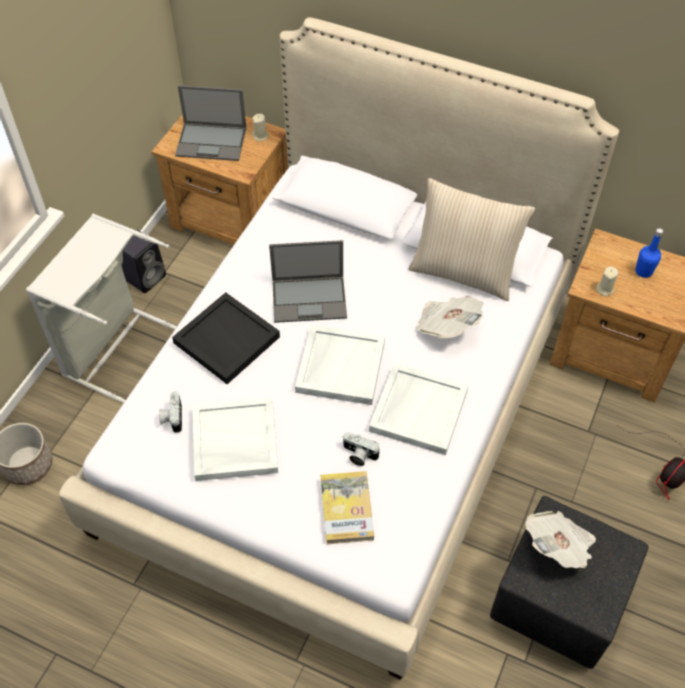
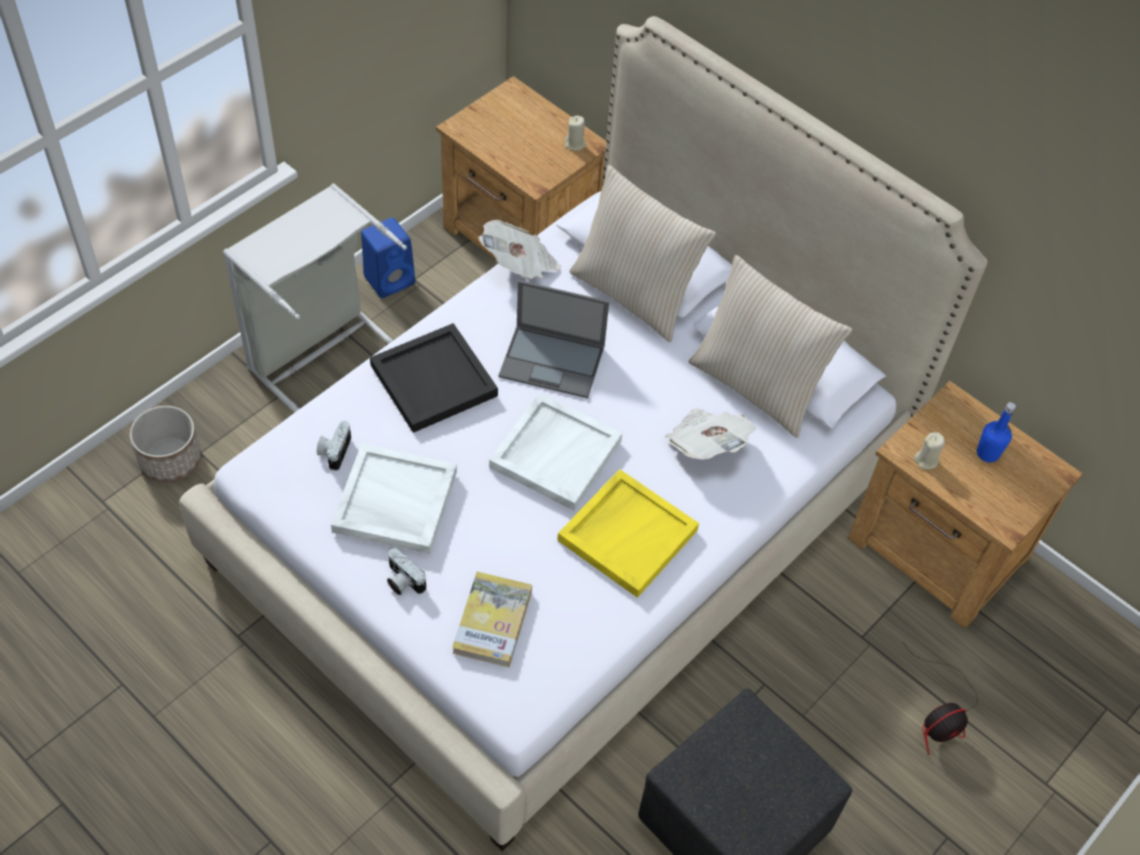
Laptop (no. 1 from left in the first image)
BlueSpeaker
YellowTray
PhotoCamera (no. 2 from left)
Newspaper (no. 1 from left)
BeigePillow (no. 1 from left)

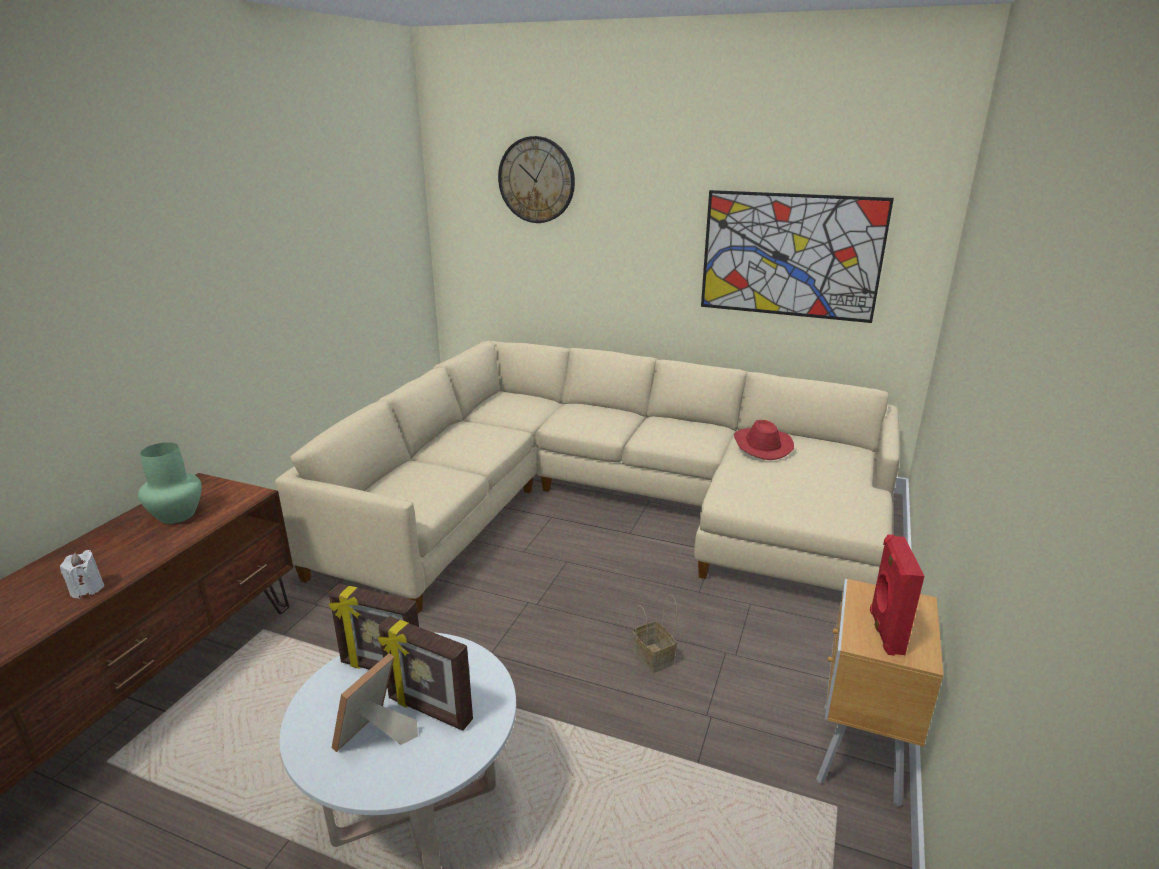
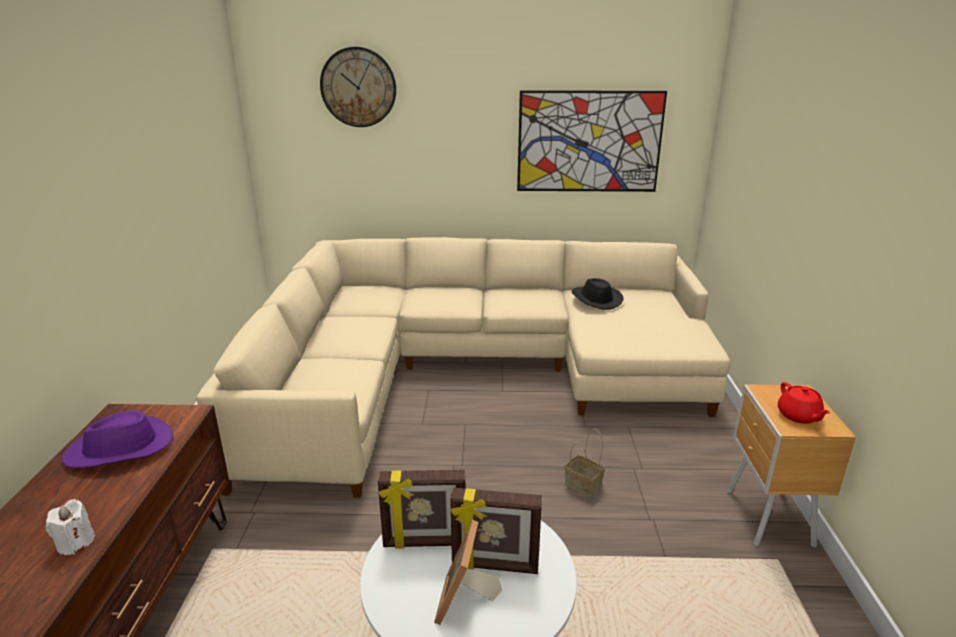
BlackHat
PurpleHat
RedTeapot

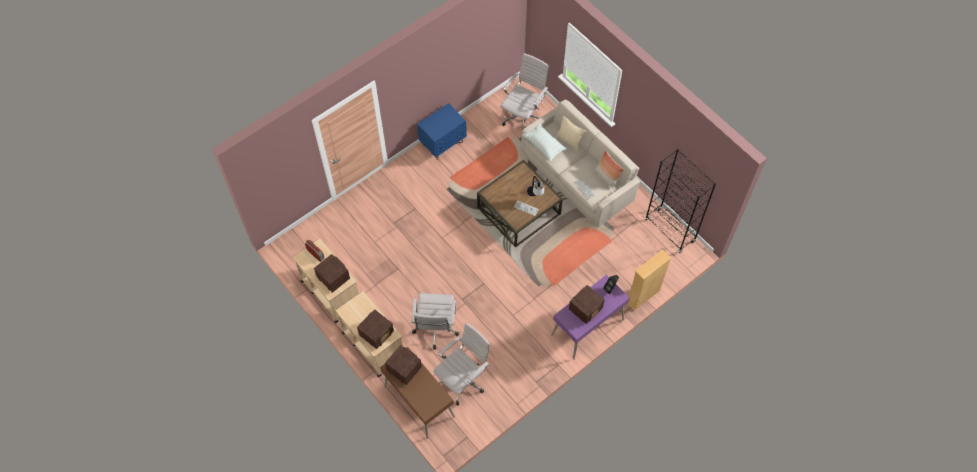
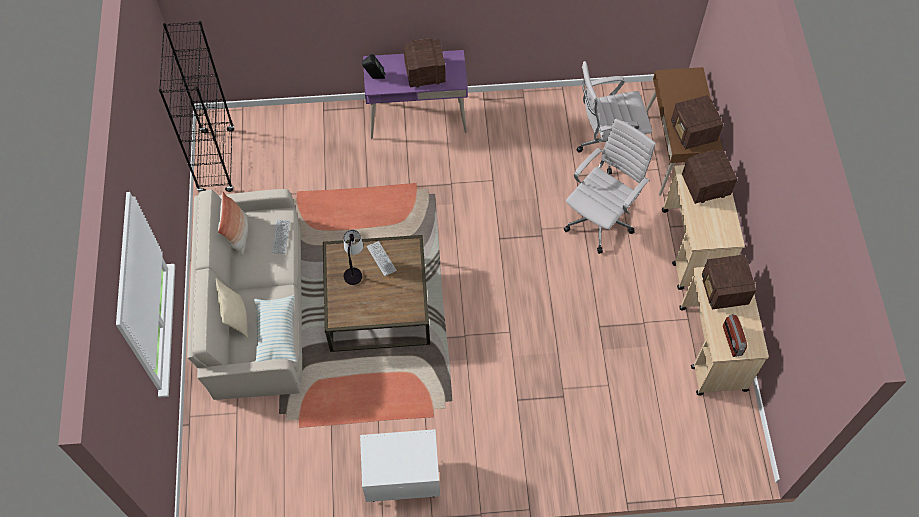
WhiteOfficeChair (no. 3 from left in the first image)
WhiteNightstand
BeigeBookcase

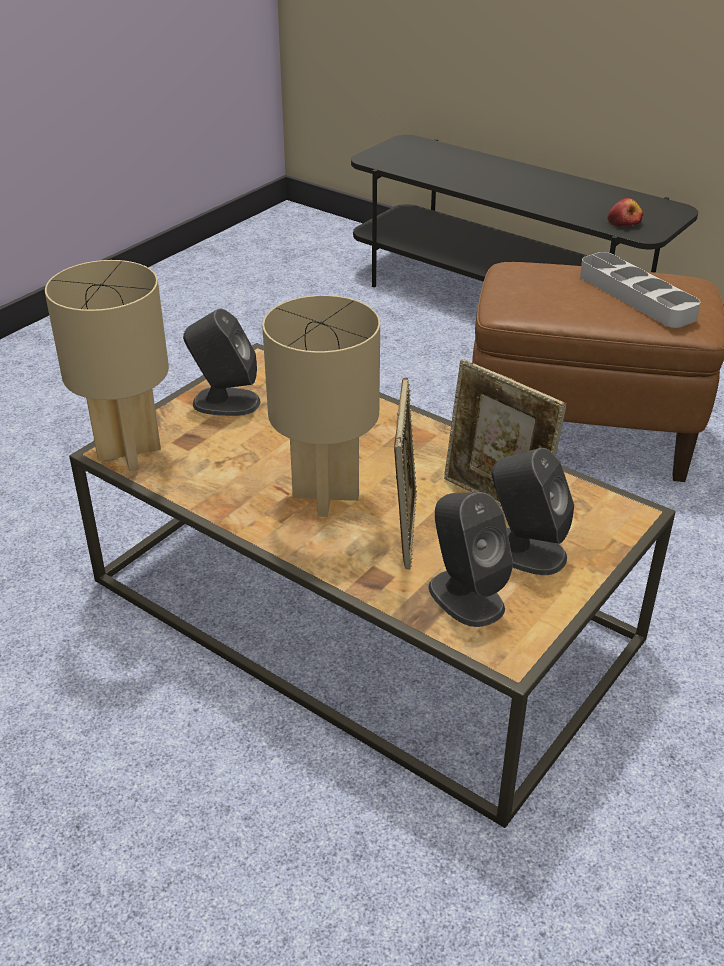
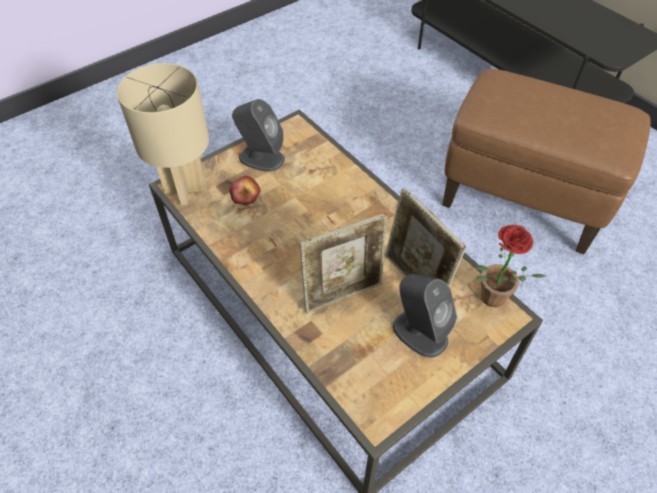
Apple
GreyTray
BeigeTableLamp (no. 2 from left in the first image)
PictureFrame (no. 1 from left)
GreySpeaker (no. 2 from left in the first image)
PottedPlant

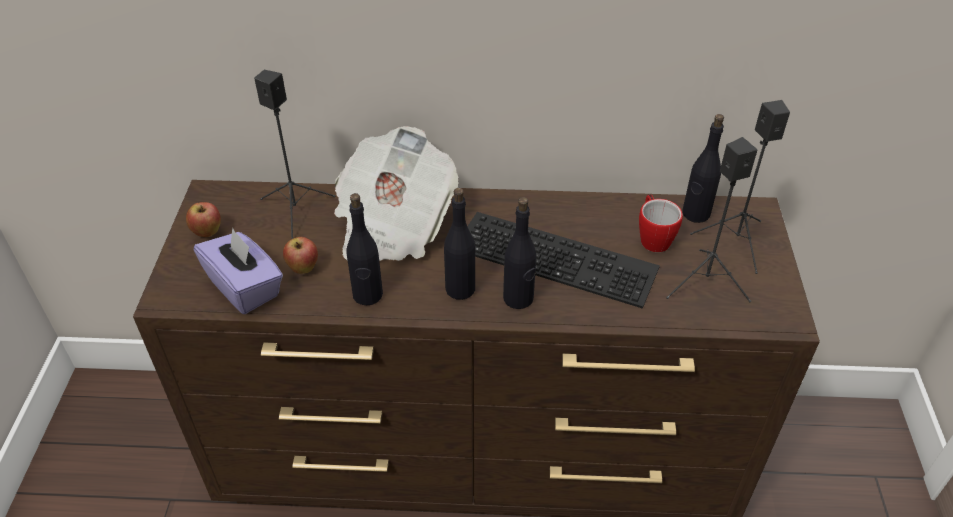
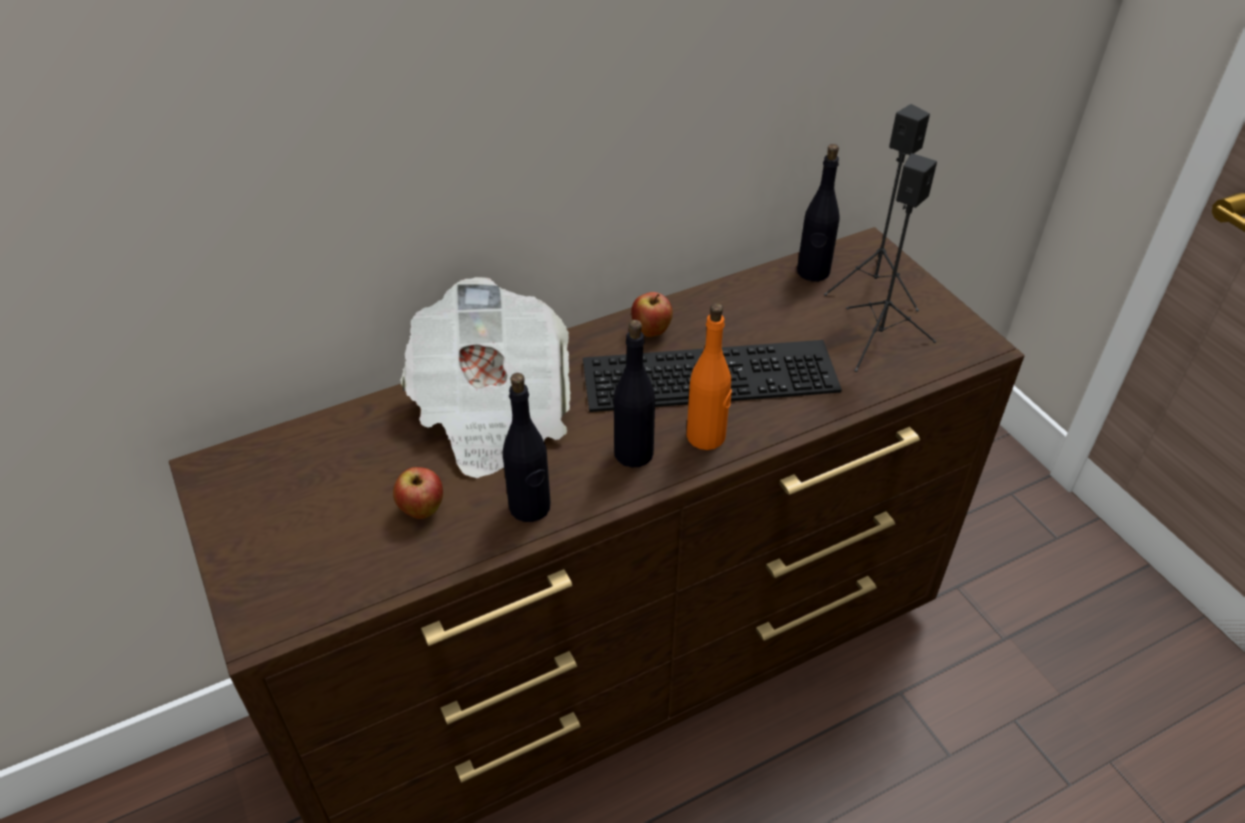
BlackSpeaker (no. 1 from left in the first image)
Mug
OrangeBottle
Apple (no. 2 from left)
PurpleTissueBox

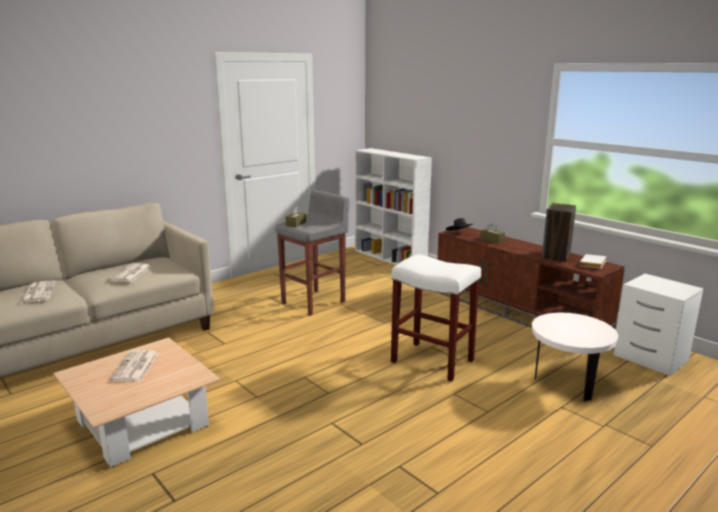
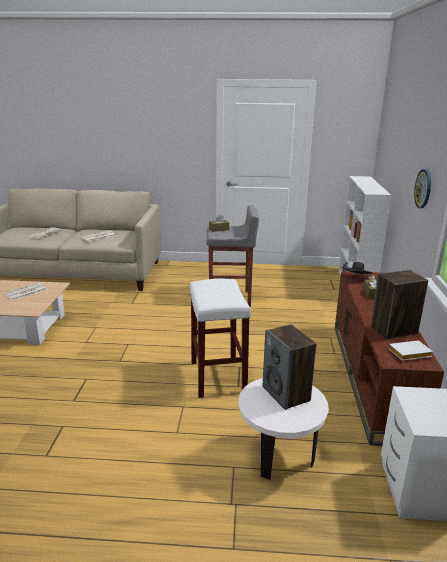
WallClock
Speaker (no. 1 from left)

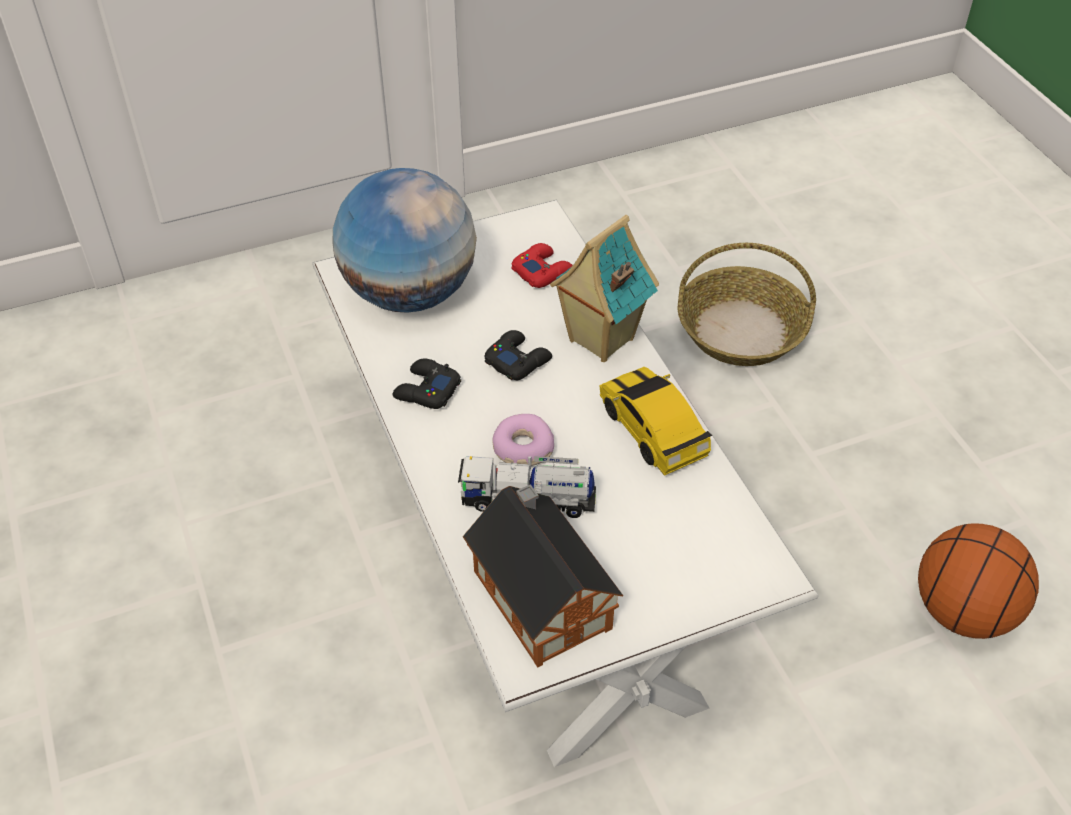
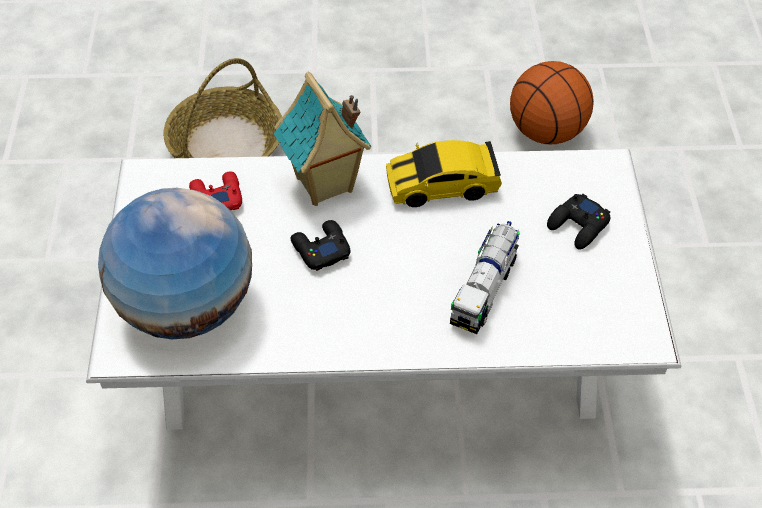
BlackGameController (no. 2 from left)
Donut
ToyHouse (no. 1 from left in the first image)

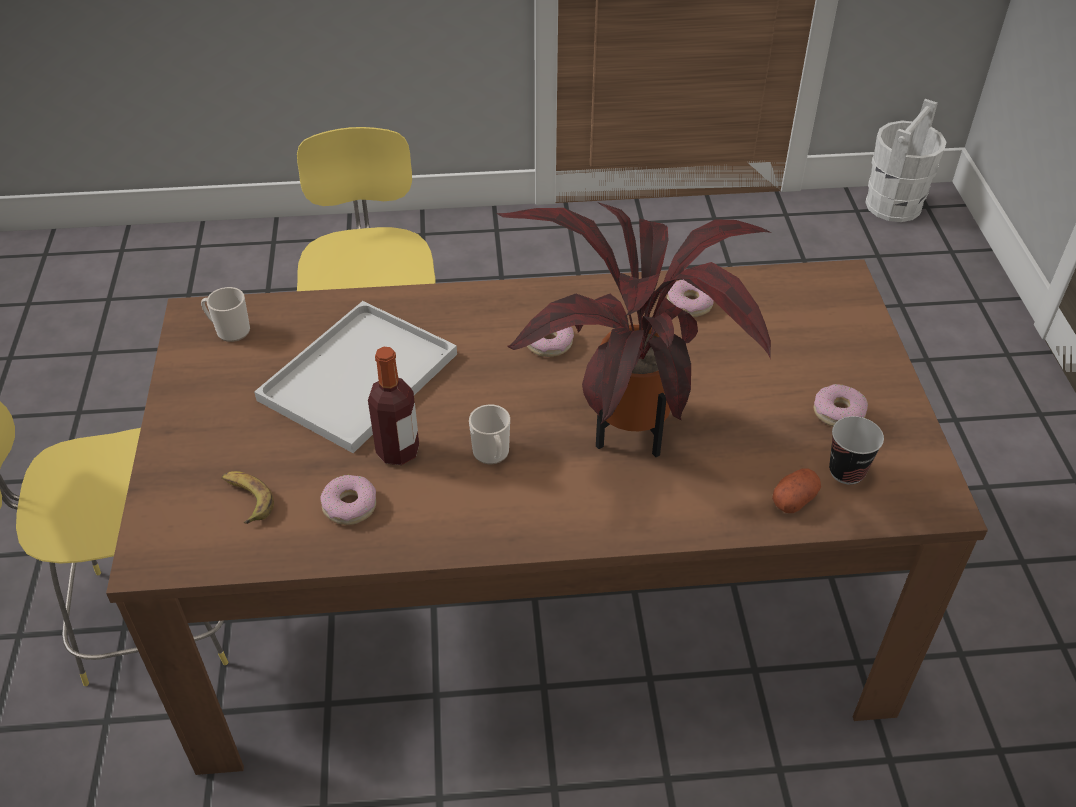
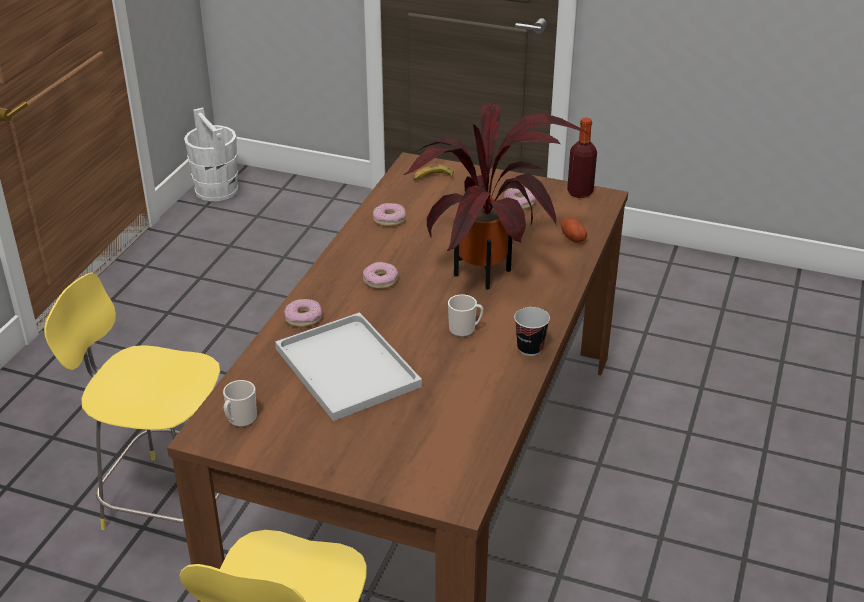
Bottle
Cup
Banana
Donut (no. 1 from left)

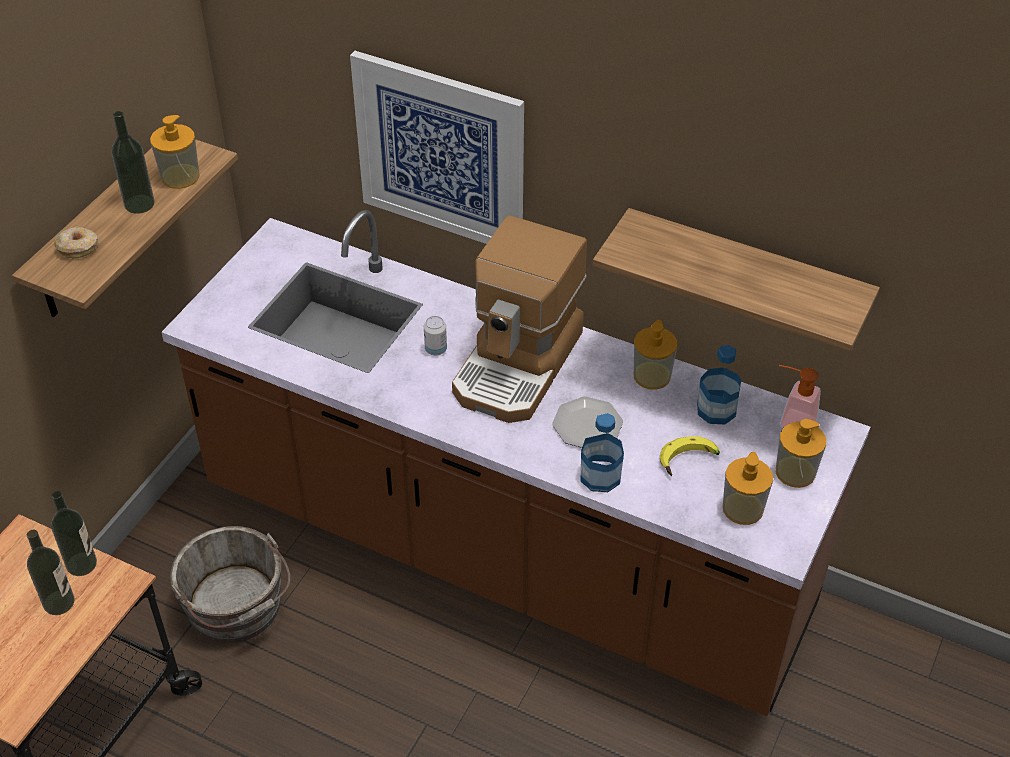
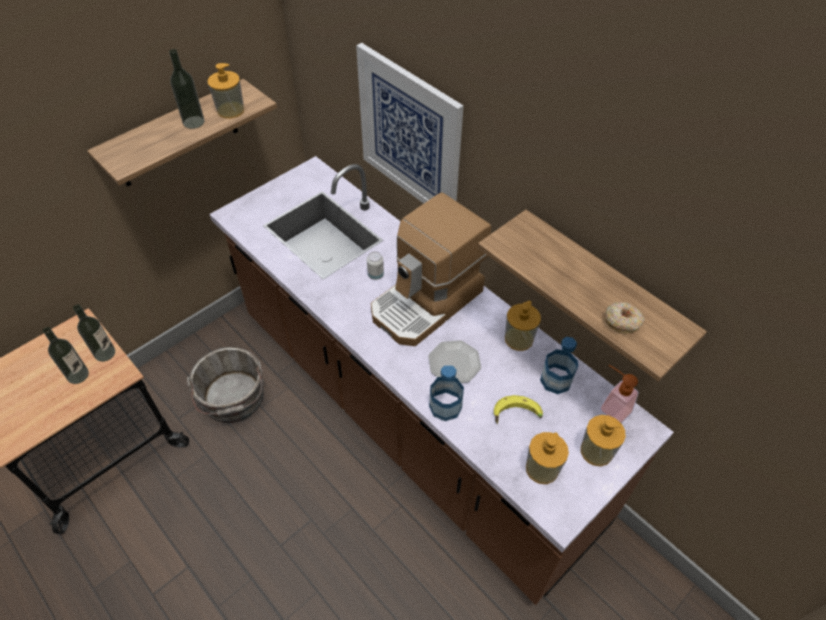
Donut

